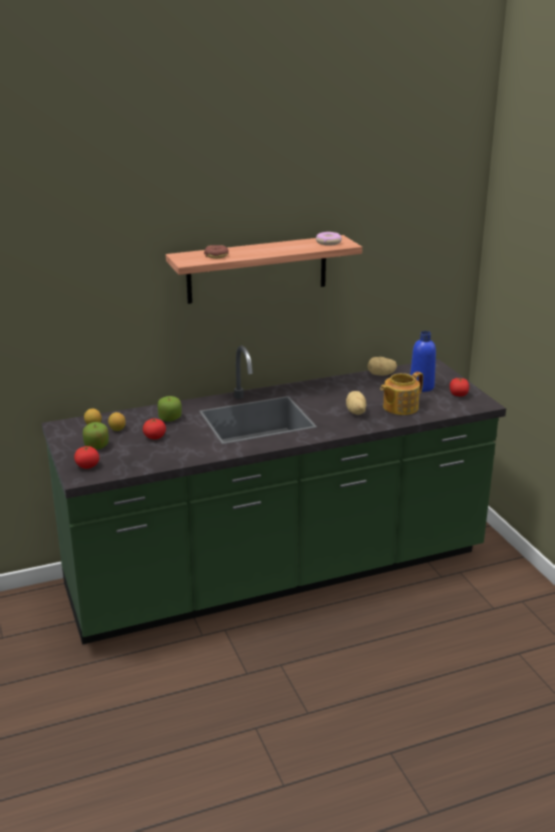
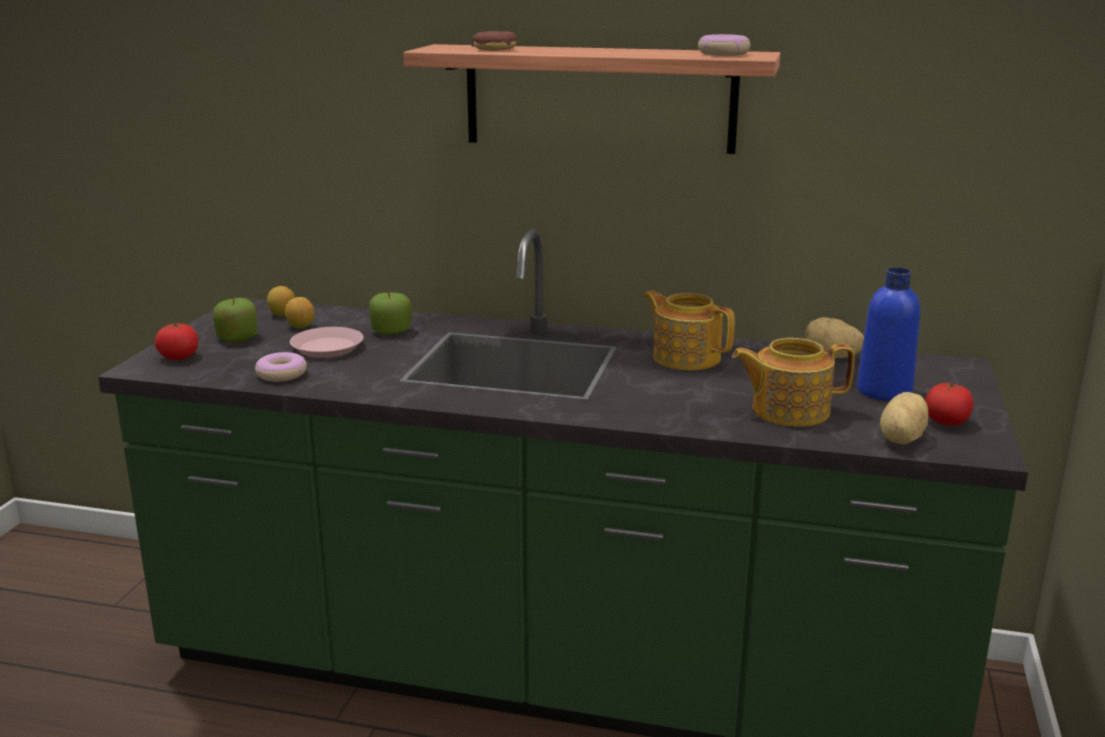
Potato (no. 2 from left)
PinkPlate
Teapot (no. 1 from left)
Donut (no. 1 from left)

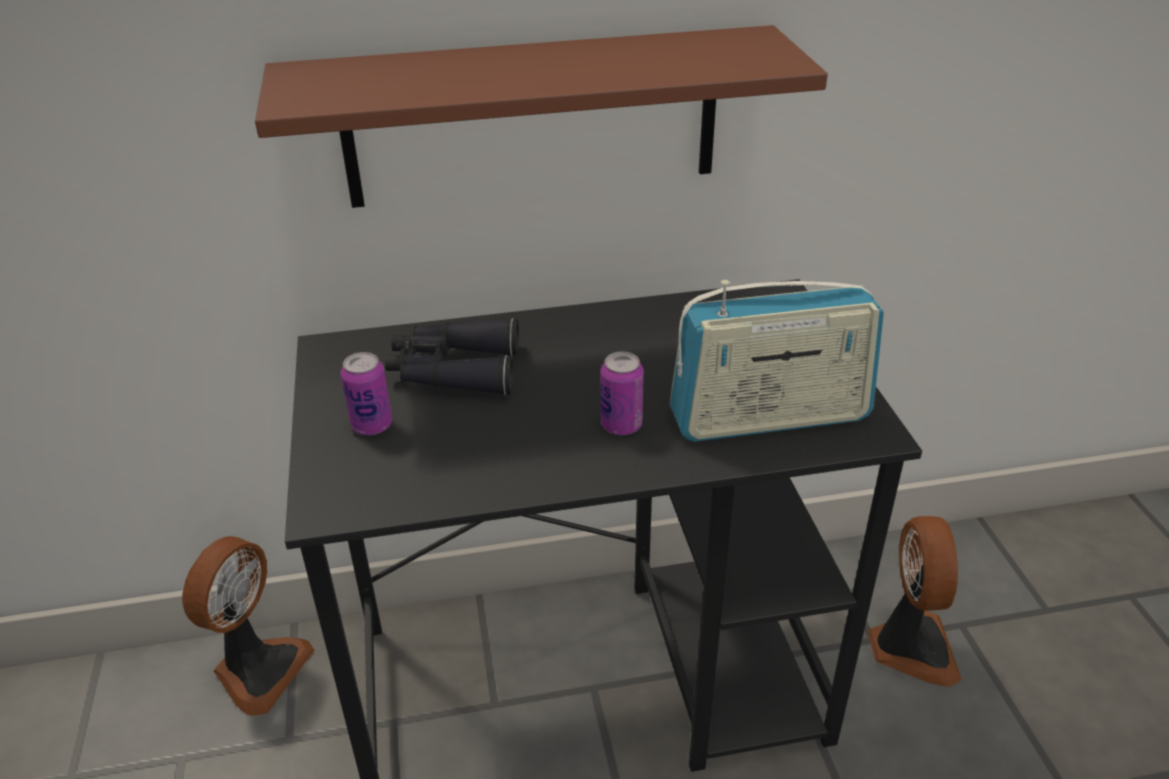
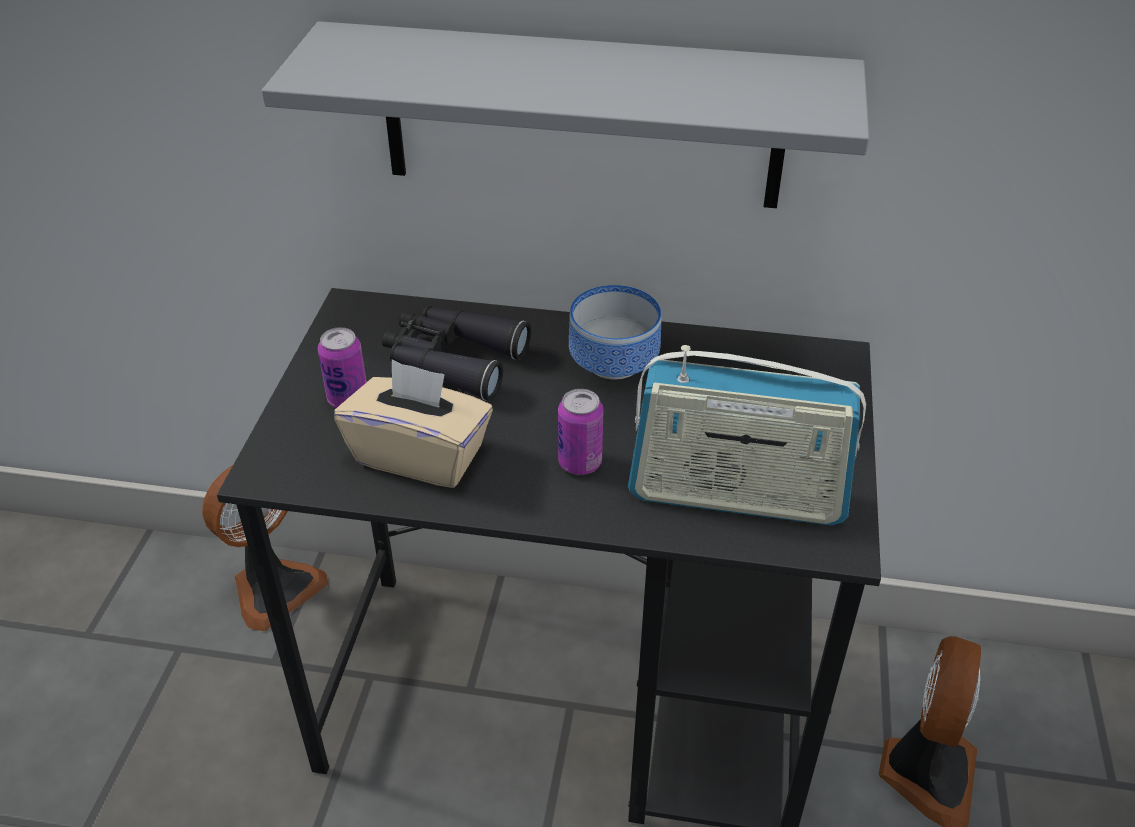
GreyShelf
Bowl
BeigeTissueBox

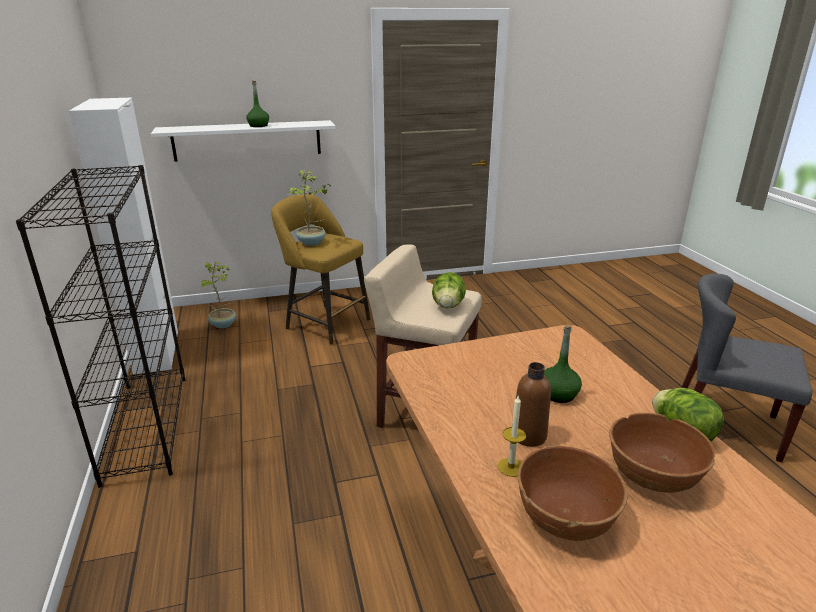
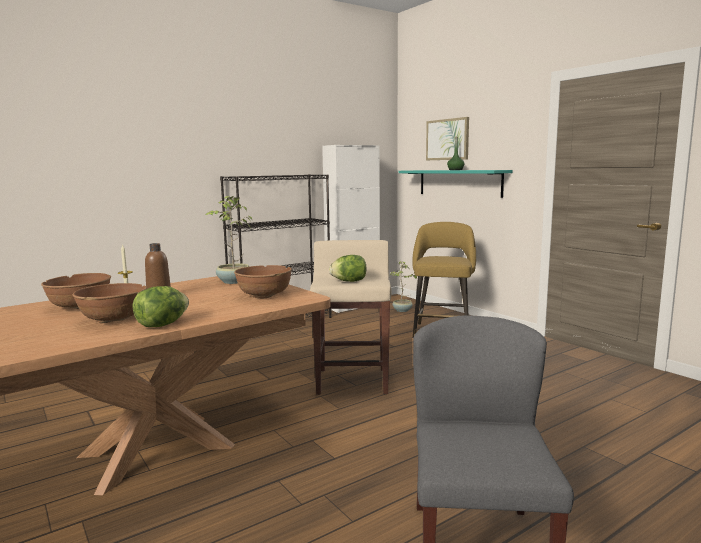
TurquoiseShelf
PottedPlant (no. 1 from left)
GreenBottle (no. 2 from left in the first image)
Picture
BrownBowl (no. 3 from left)

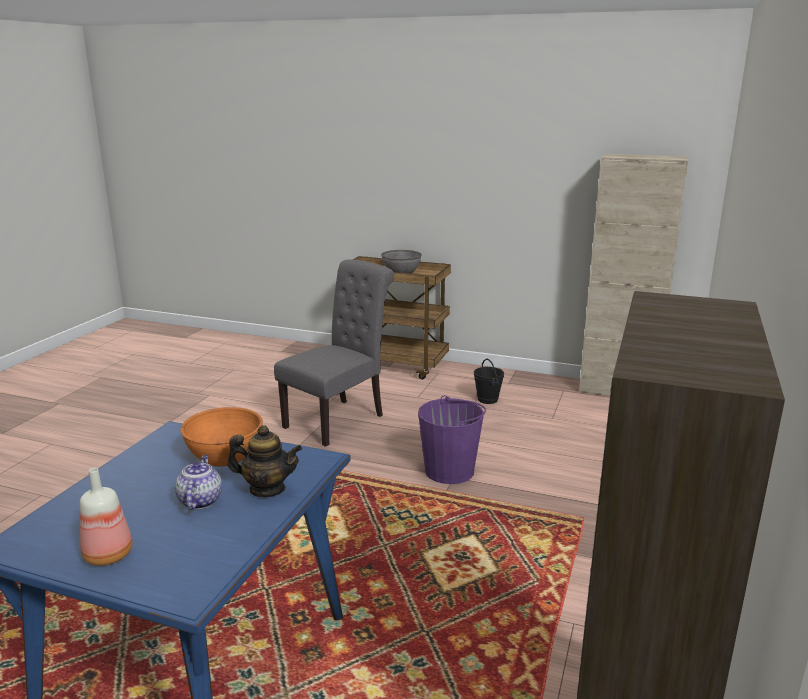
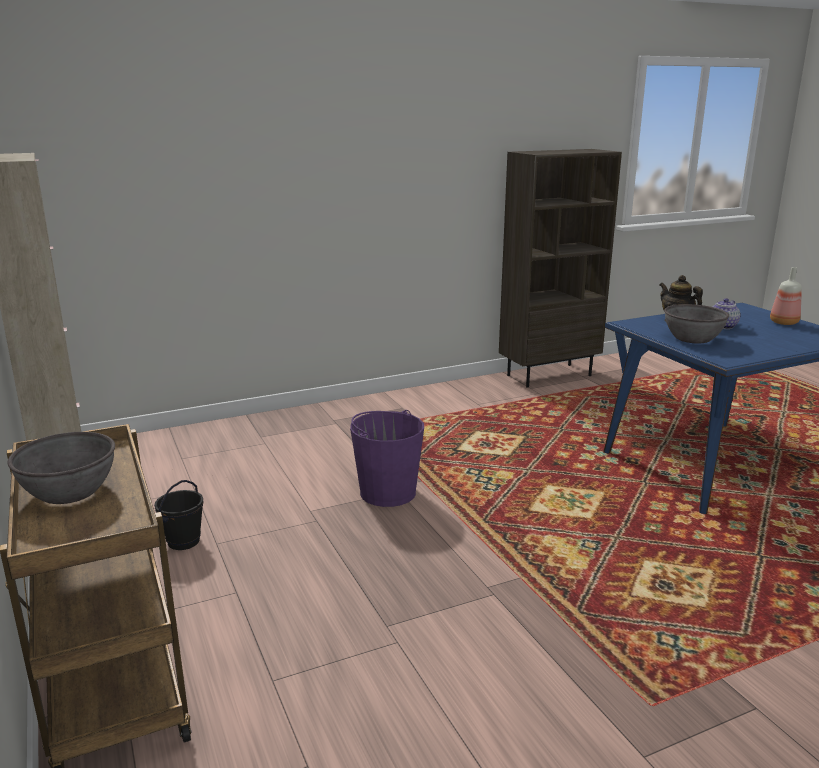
GreyChair
GreyBowl (no. 2 from left)

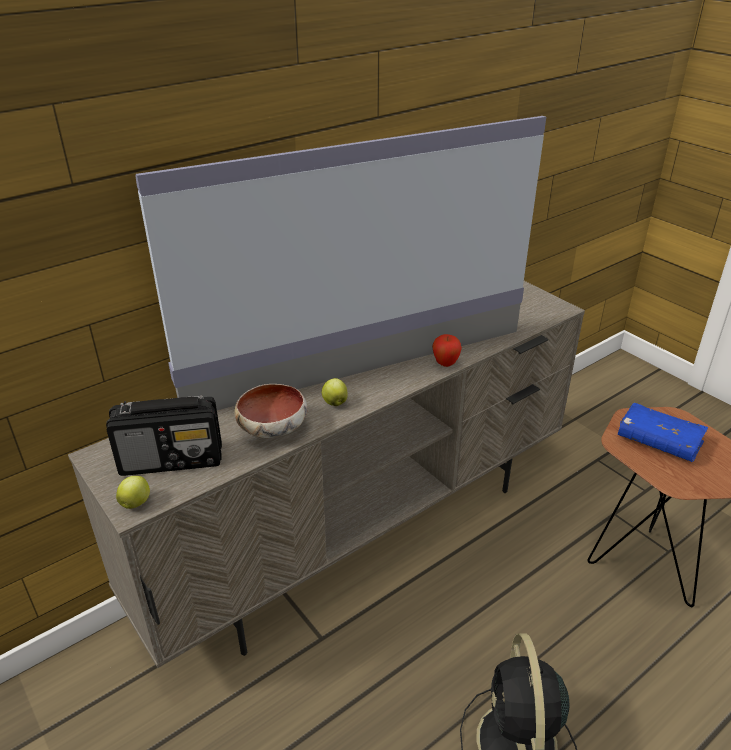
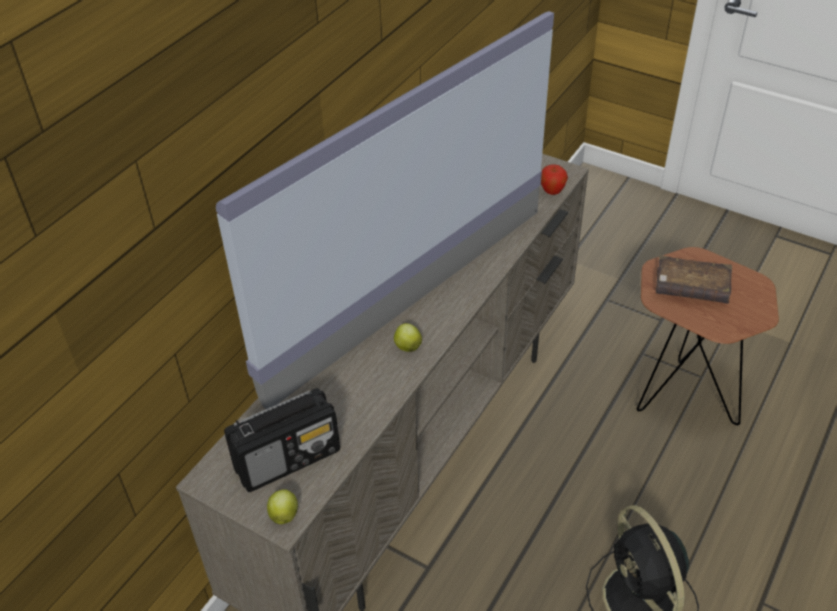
Apple (no. 3 from left)
Bowl
BrownBook

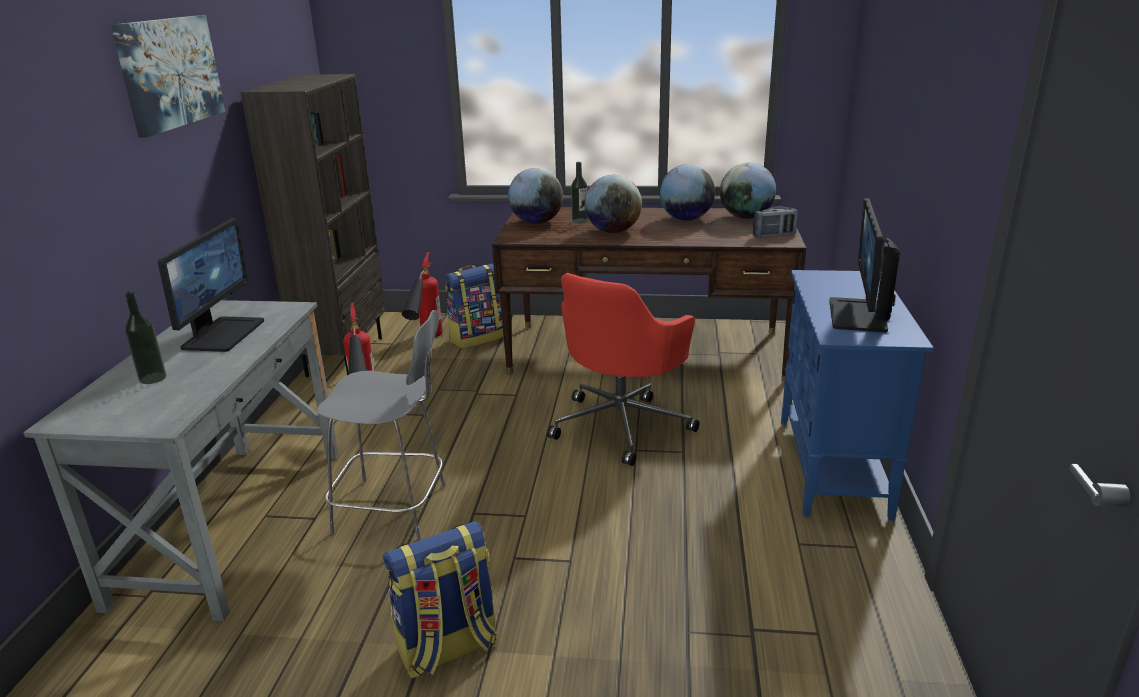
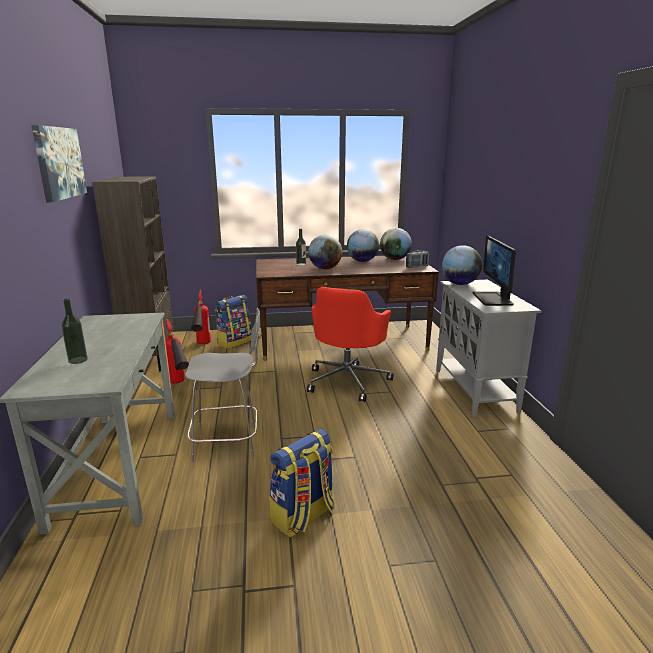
Globe (no. 4 from left)
Monitor (no. 1 from left in the first image)
GreyCabinet

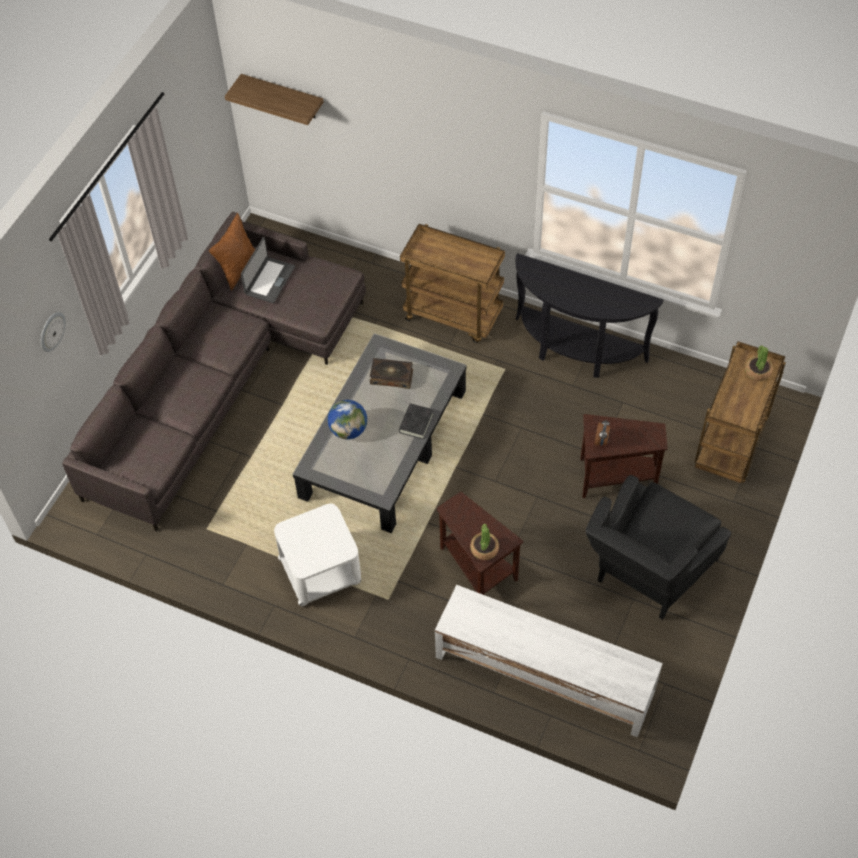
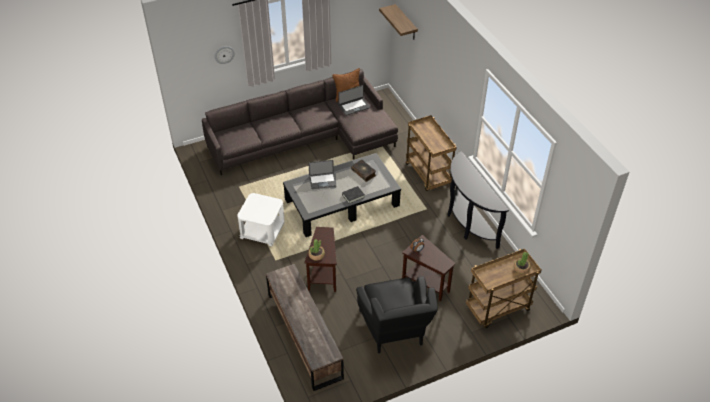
Laptop (no. 1 from left)
BlackArmchair
BrownTvStand

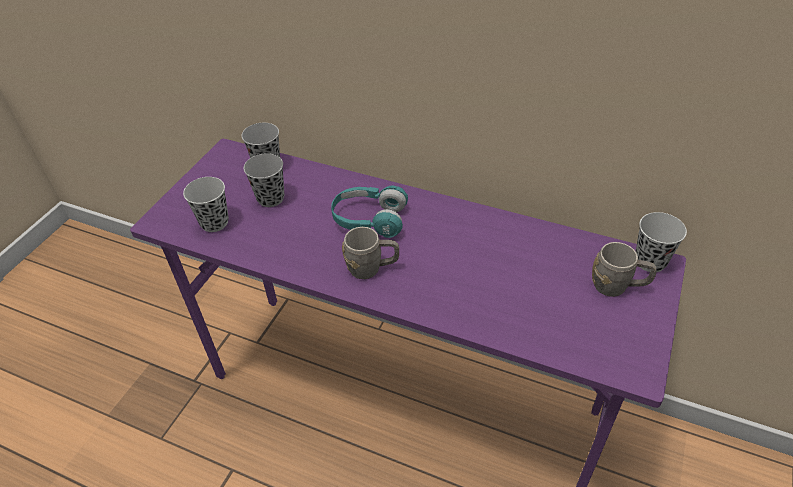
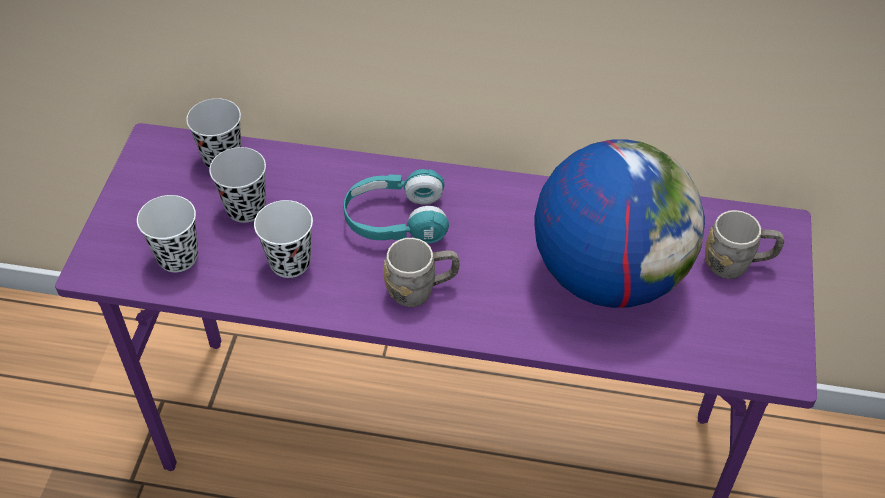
WhiteCup (no. 2 from left)
Globe

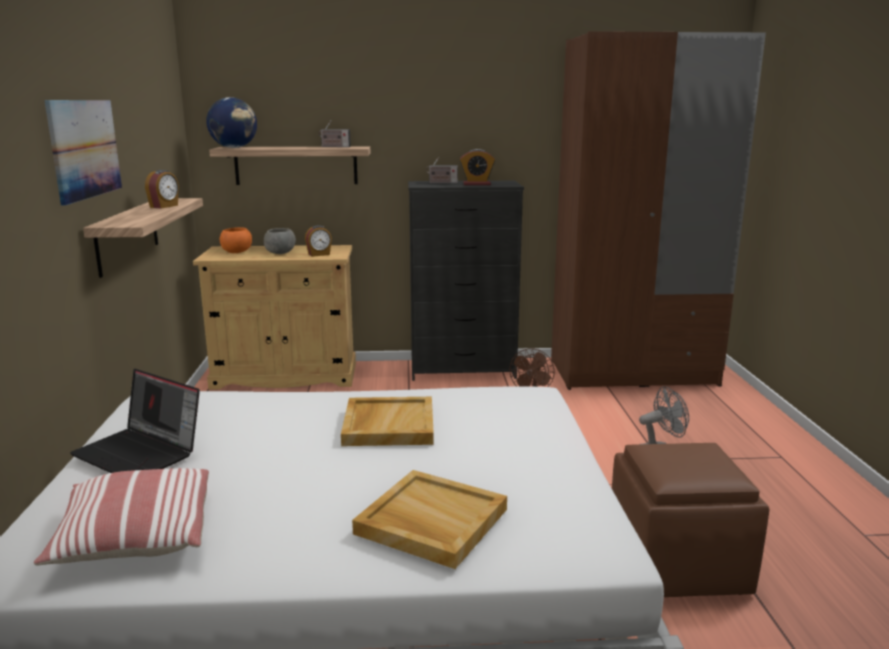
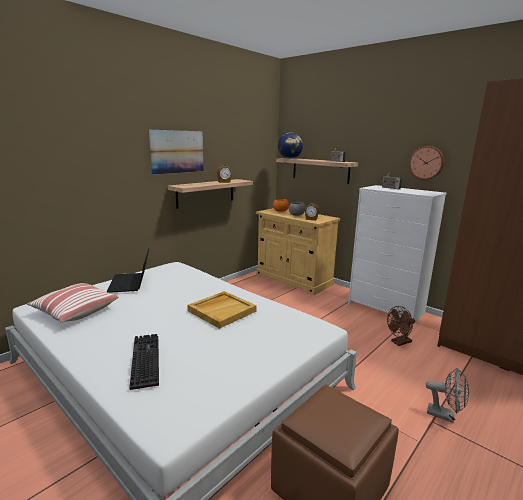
AlarmClock (no. 3 from left in the first image)
WhiteDresser
Keyboard
WallClock

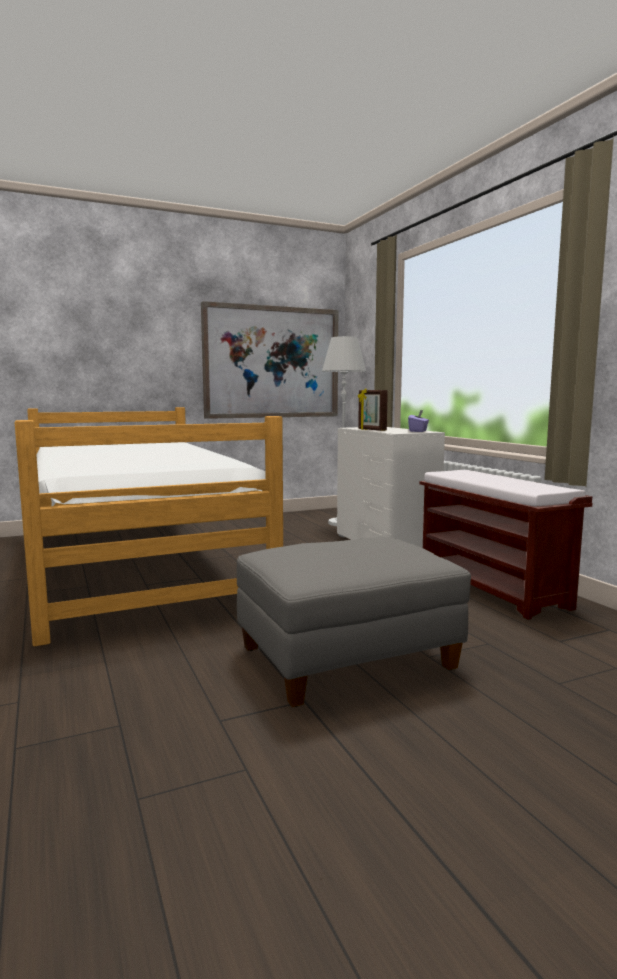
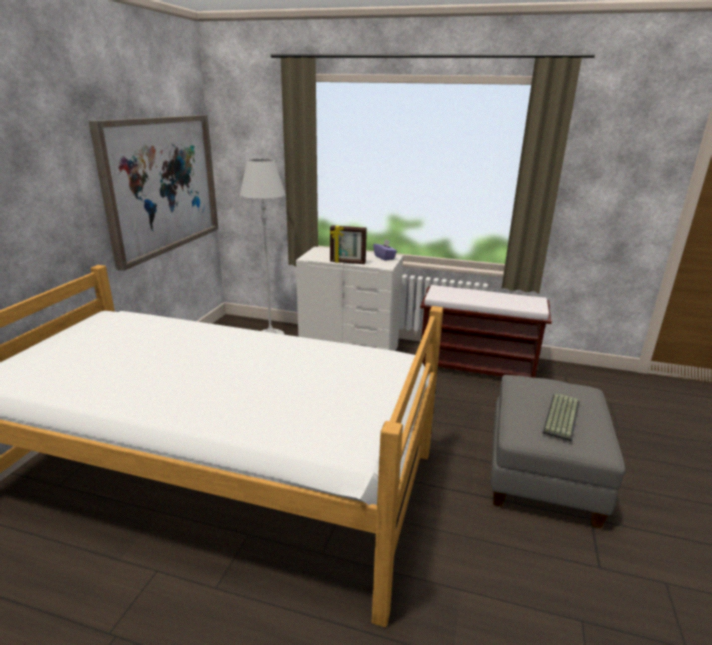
Keyboard

